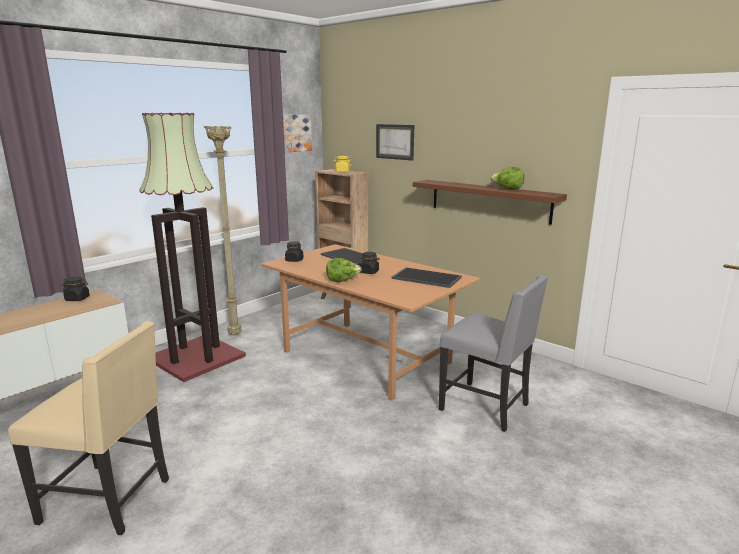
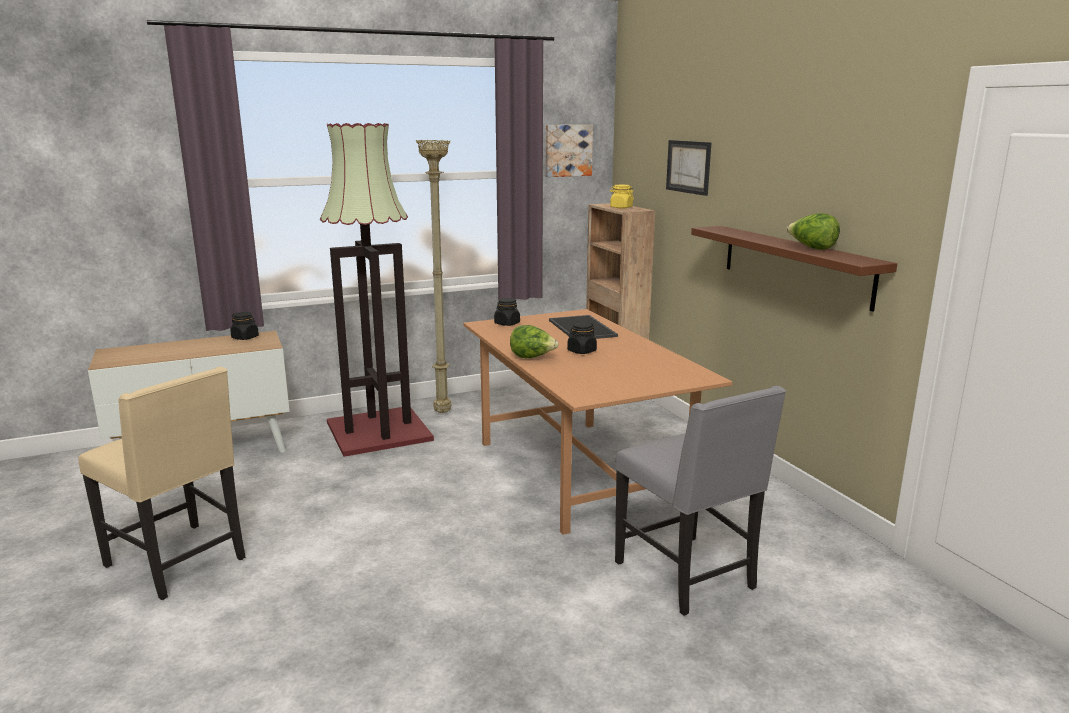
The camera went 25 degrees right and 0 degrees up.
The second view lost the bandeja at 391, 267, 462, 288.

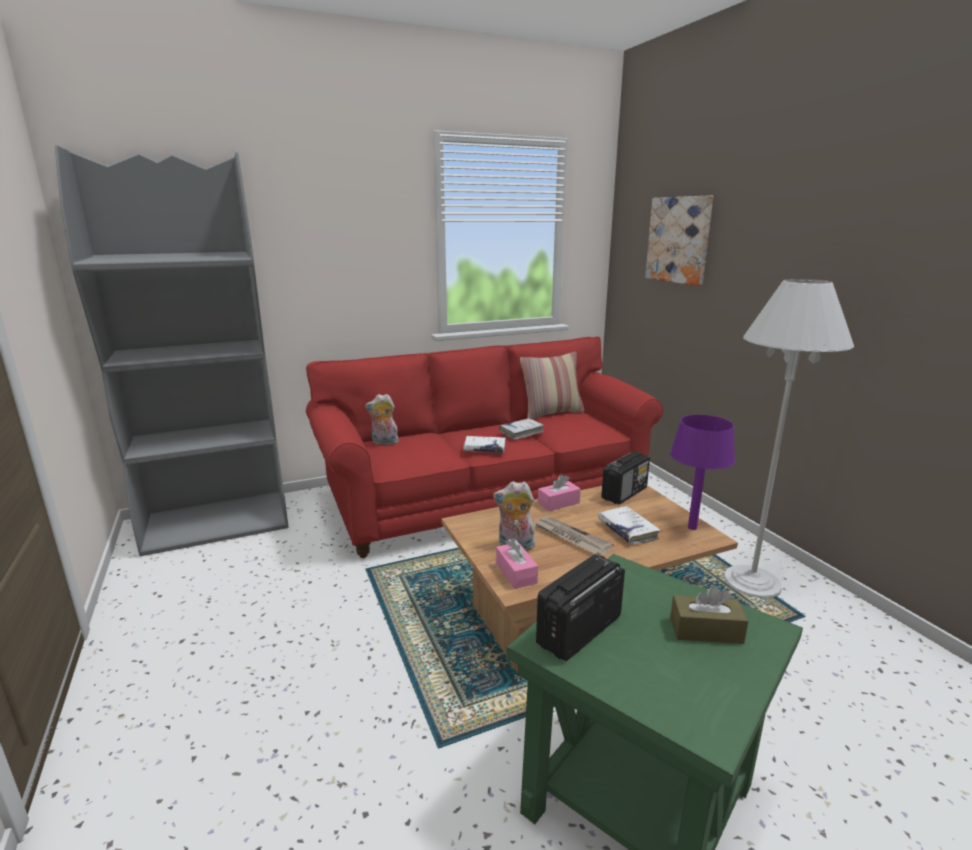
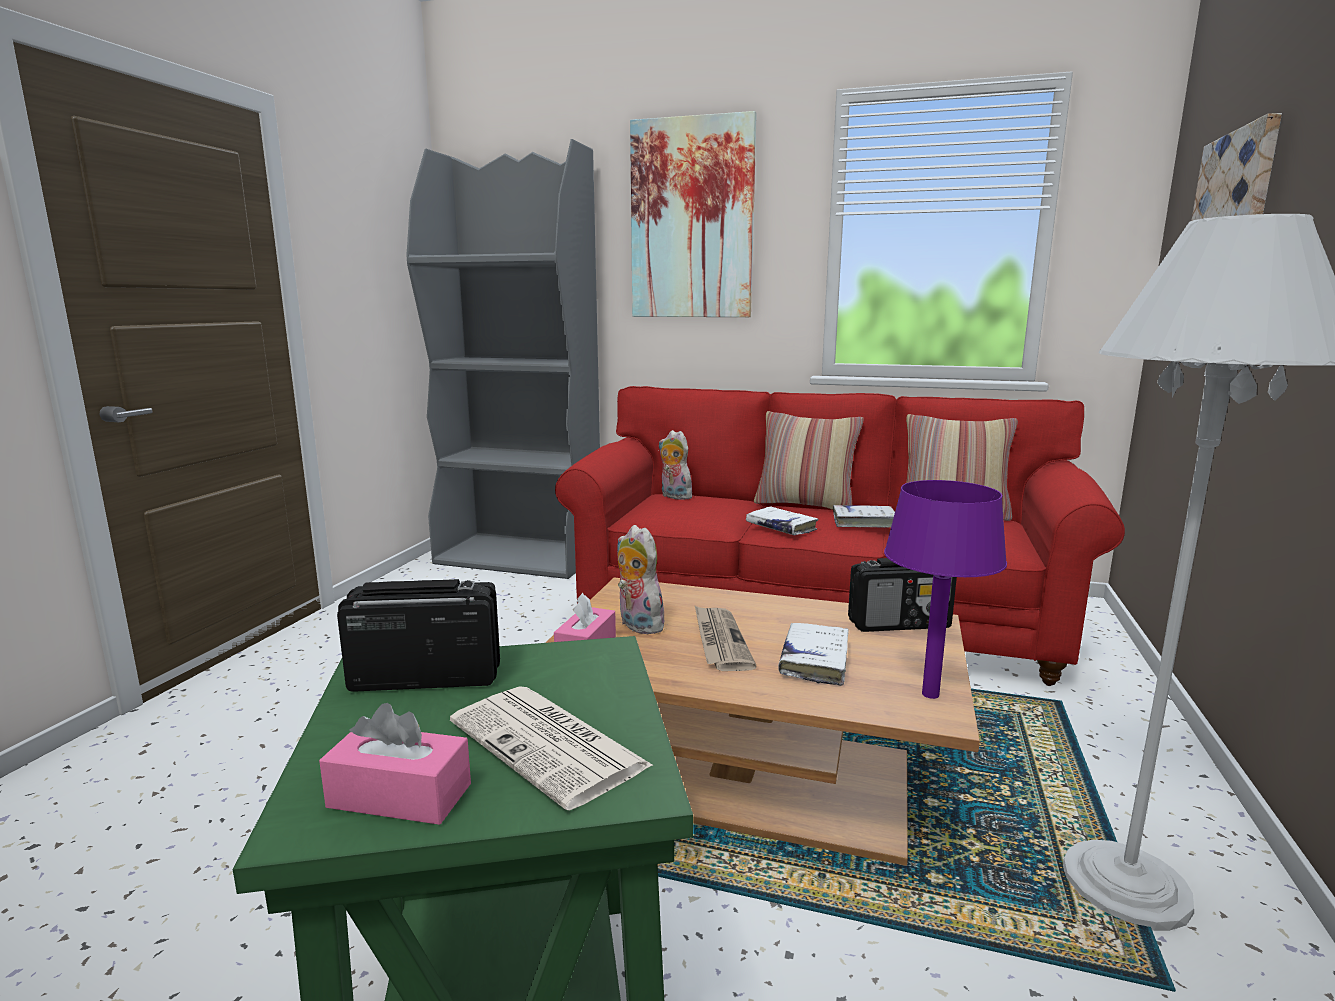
The camera went 40 degrees right and 5 degrees down.
The caja de pañuelos (rosa) ended up elsewhere, having gone from 538, 474, 581, 511 to 319, 703, 471, 825.
Where the caja de pañuelos (marrón) stood at 670, 586, 748, 644, the periódico came to stand at 450, 686, 654, 810.
The second view gained the cuadro at 630, 111, 757, 317.
The second view gained the cojín at 754, 411, 864, 510.

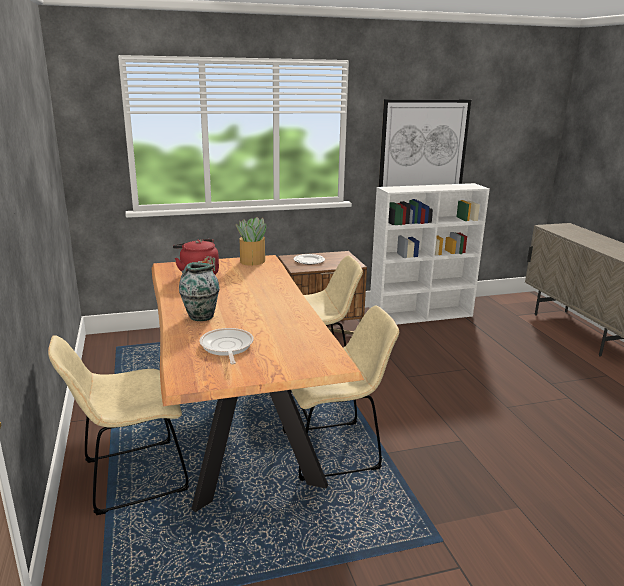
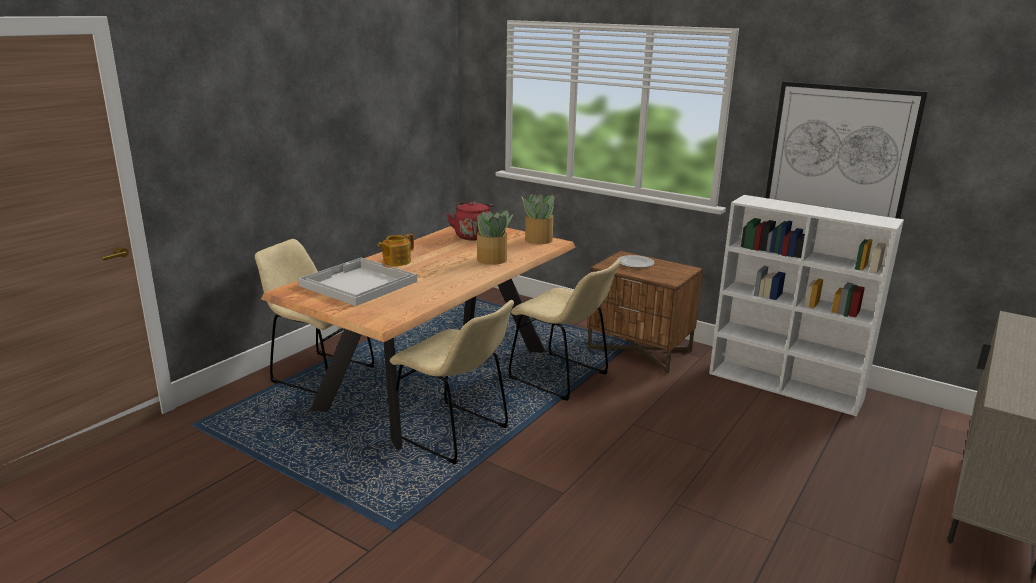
The camera went 50 degrees right and 0 degrees up.
Where the florero stood at 179, 262, 220, 321, the tetera came to stand at 377, 234, 414, 266.
Where the sartén stood at 200, 328, 254, 364, the bandeja (blanco) came to stand at 298, 258, 417, 306.
The second view gained the planta en maceta at 477, 210, 513, 265.

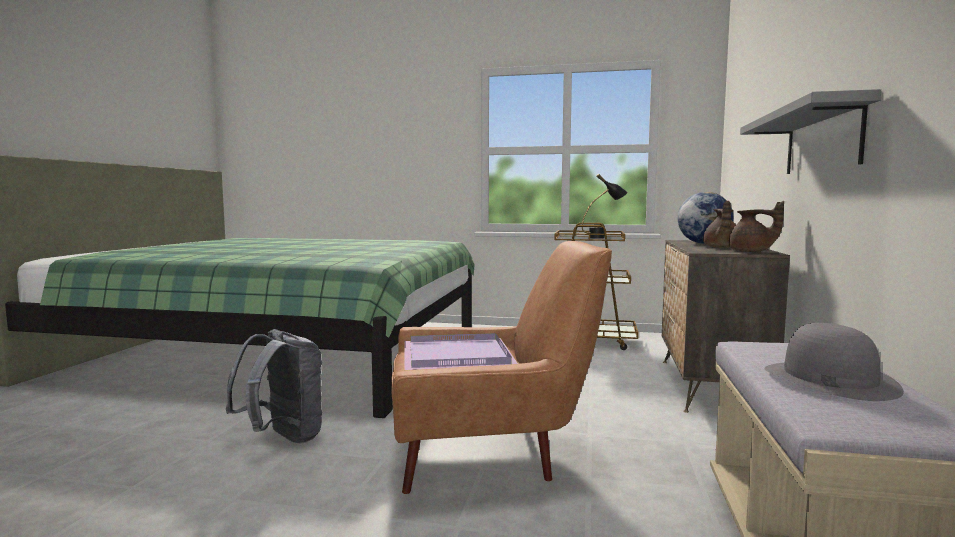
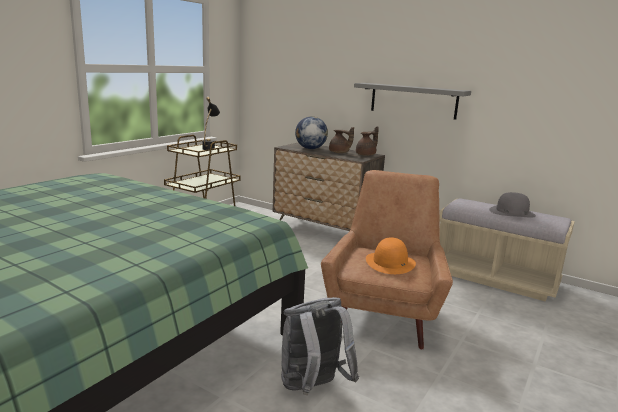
The camera went 70 degrees left and 10 degrees up.
Where the bandeja (morado) stood at 404, 333, 518, 370, the sombrero (naranja) came to stand at 366, 237, 416, 274.

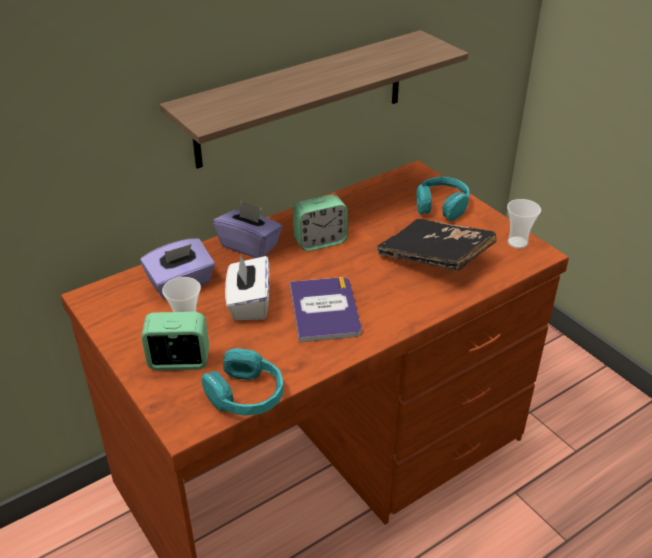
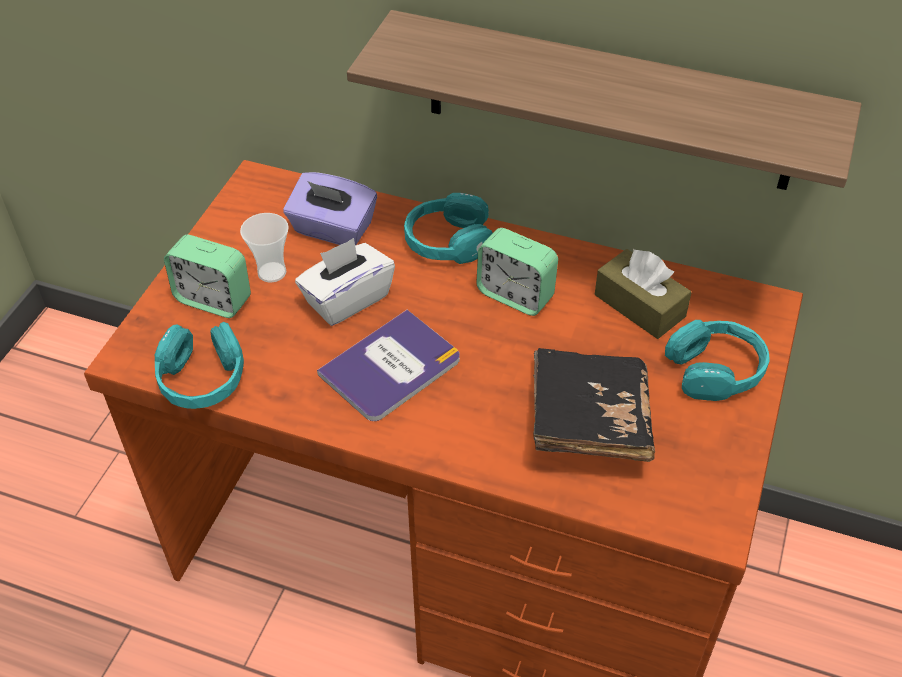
The camera went 55 degrees right and 10 degrees up.
The second view lost the taza at 507, 199, 541, 249.
Where the caja de pañuelos (morado) stood at 213, 200, 283, 258, the auriculares (turquesa) came to stand at 404, 193, 493, 264.
The despertador at 141, 312, 209, 370 ended up facing another way, 150 degrees clockwise from before.
The second view gained the caja de pañuelos (marrón) at 595, 249, 692, 339.

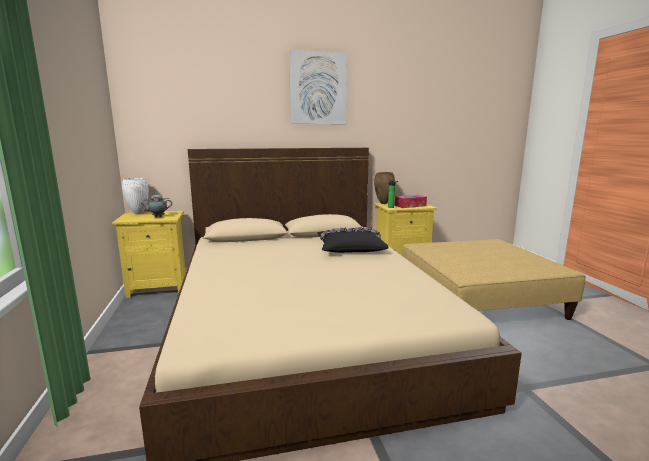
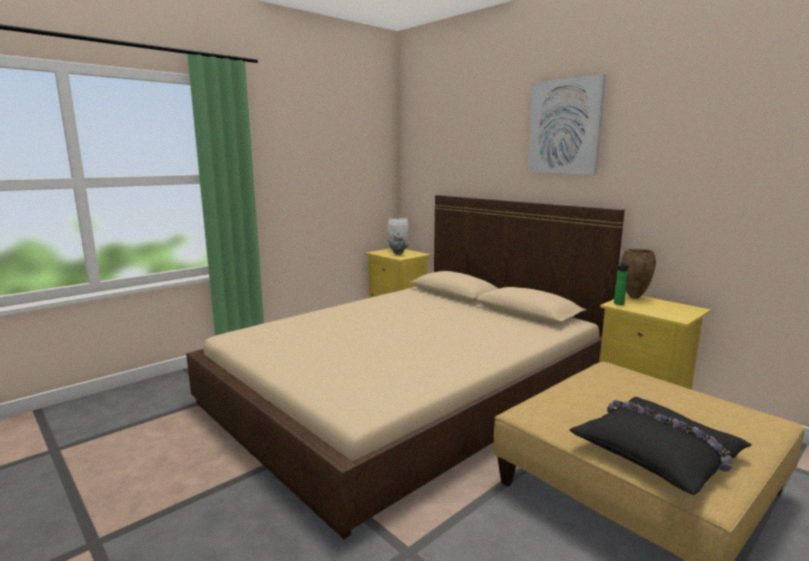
The camera went 60 degrees right and 0 degrees up.
The second view lost the caja de pañuelos at 395, 195, 427, 208.
The cojín (negro) ended up elsewhere, having gone from 318, 227, 389, 253 to 570, 397, 752, 495.

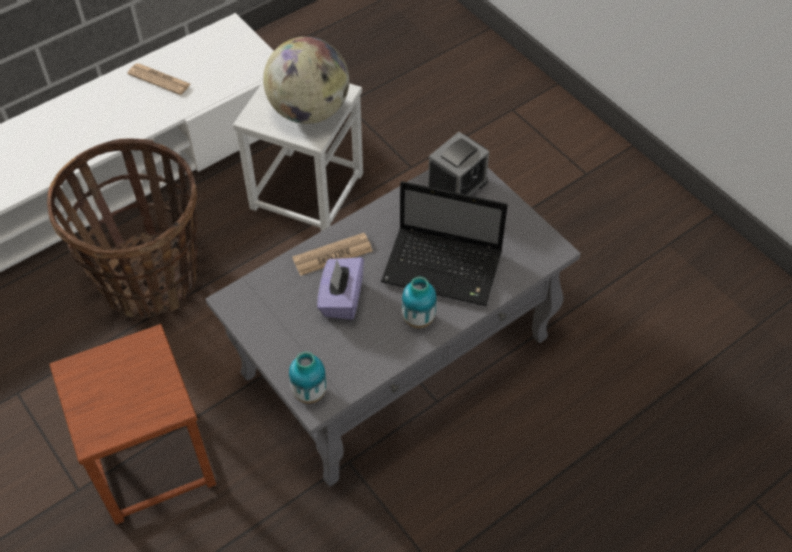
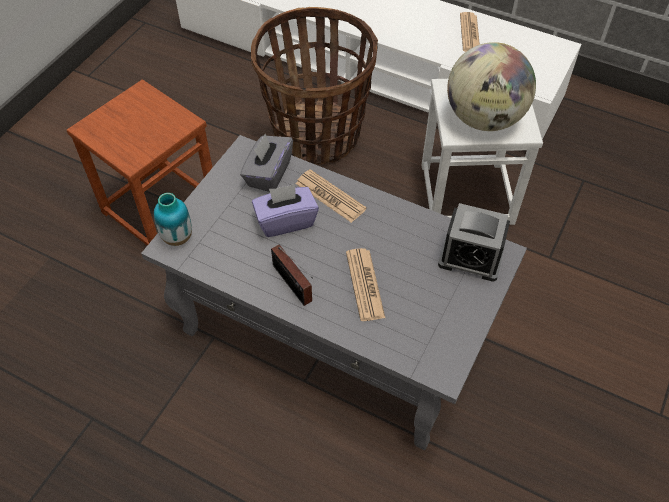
The camera went 65 degrees right and 0 degrees up.
Where the portátil stood at 381, 181, 508, 306, the periódico came to stand at 346, 248, 385, 321.
Where the florero stood at 402, 277, 437, 328, the radio came to stand at 271, 245, 313, 306.
The second view gained the caja de pañuelos (gris) at 240, 134, 293, 192.

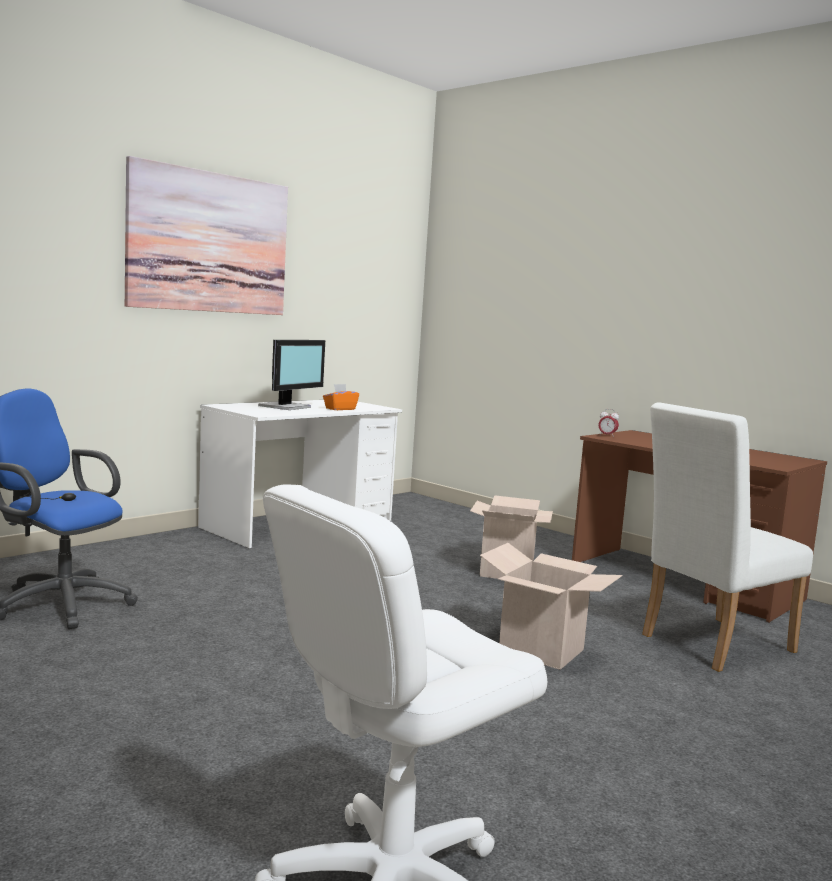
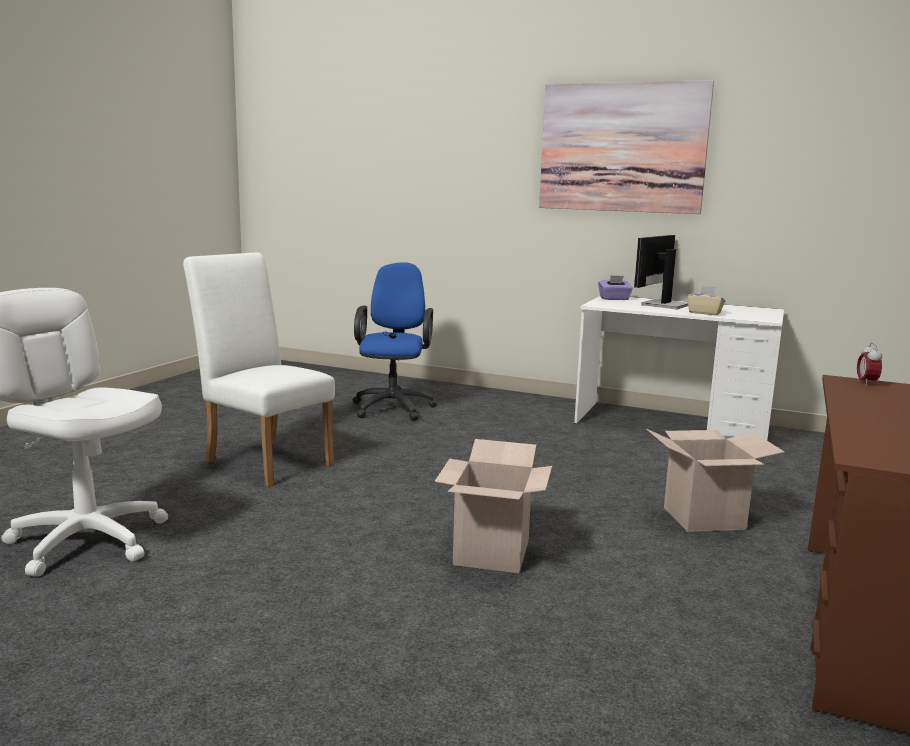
The camera went 70 degrees right and 5 degrees up.
The monitor at 258, 340, 325, 410 ended up facing another way, 120 degrees clockwise from before.
What was the caja de pañuelos (naranja) at 323, 384, 359, 410 turned into the caja de pañuelos (beis) at 687, 286, 725, 315.
The silla (blanco) ended up elsewhere, having gone from 642, 402, 813, 672 to 183, 252, 335, 487.
The second view gained the caja de pañuelos (morado) at 598, 275, 633, 300.

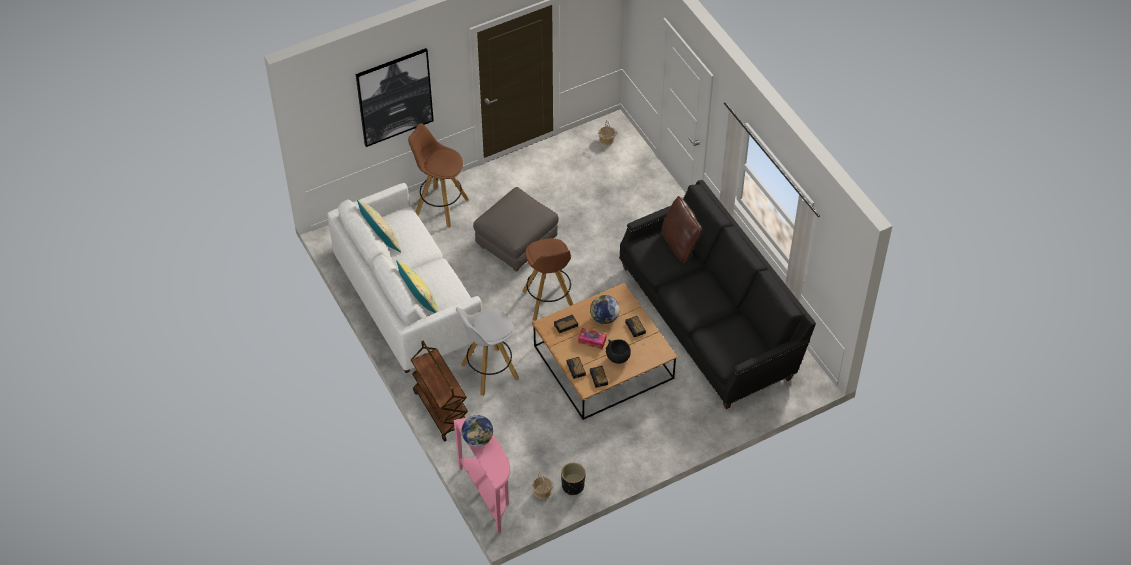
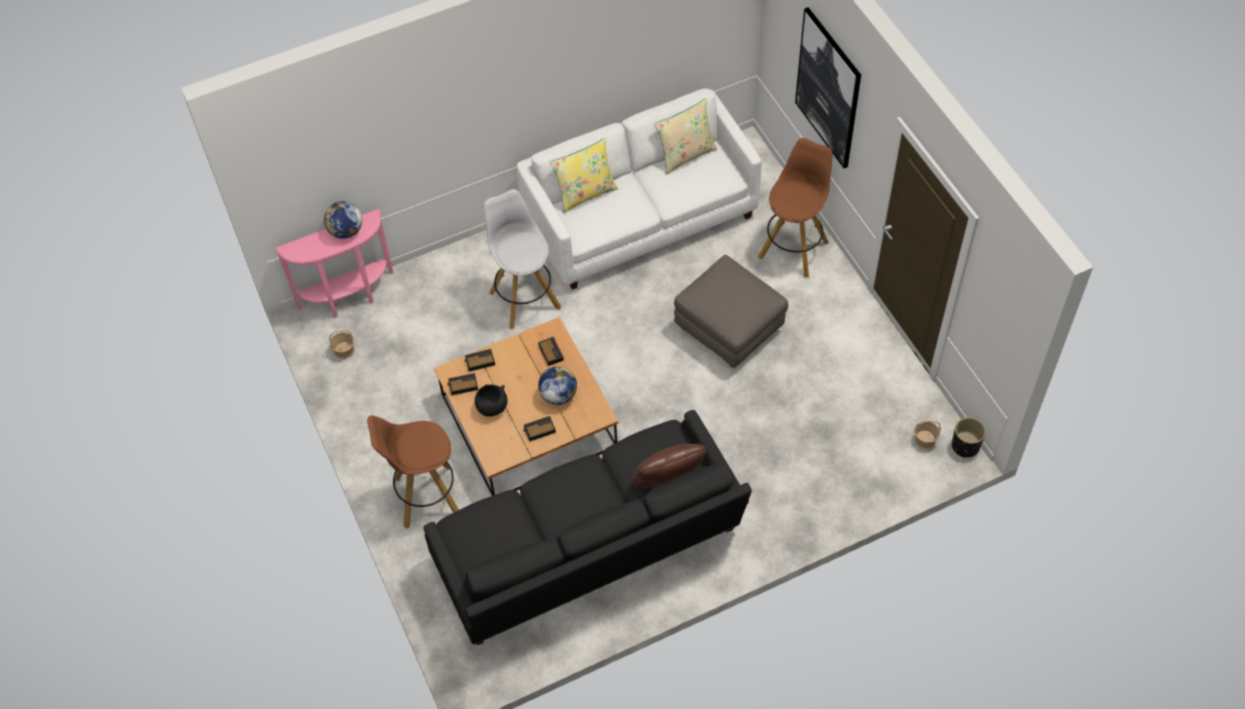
The camera went 95 degrees right and 5 degrees up.
The taburete (marrón) ended up elsewhere, having gone from 522, 238, 573, 321 to 367, 415, 459, 529.
The second view lost the caja de pañuelos at 578, 328, 606, 349.
The second view lost the carrito (marrón) at 411, 341, 468, 442.
The maceta (negro) ended up elsewhere, having gone from 561, 463, 585, 495 to 952, 417, 986, 458.

